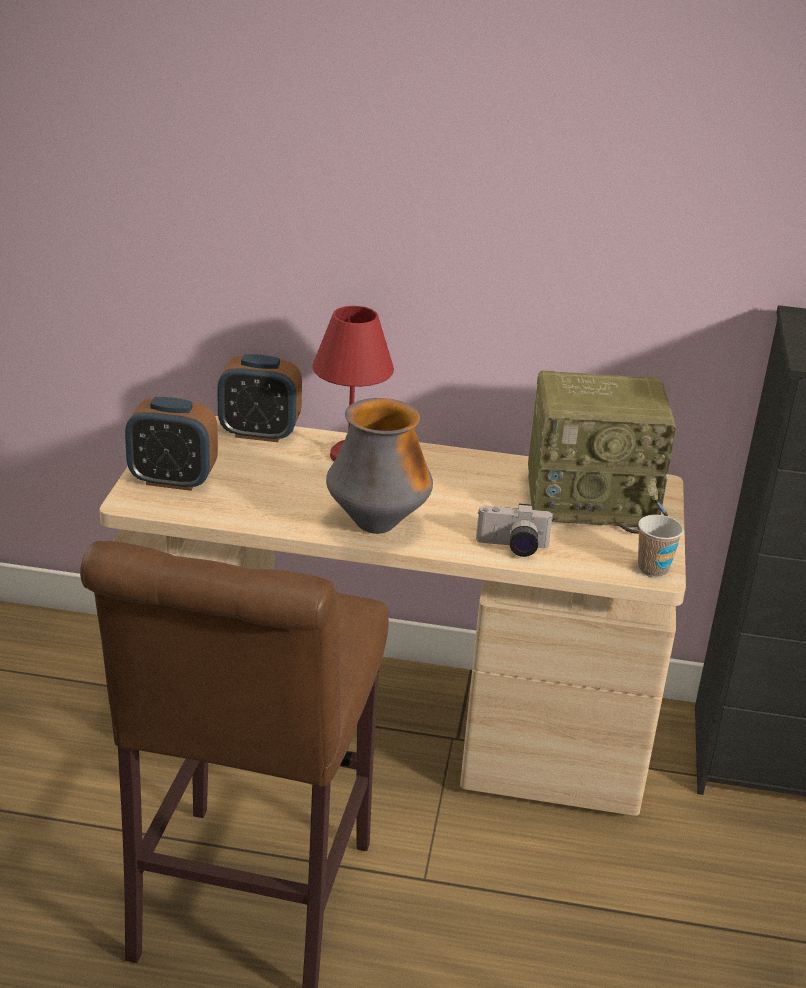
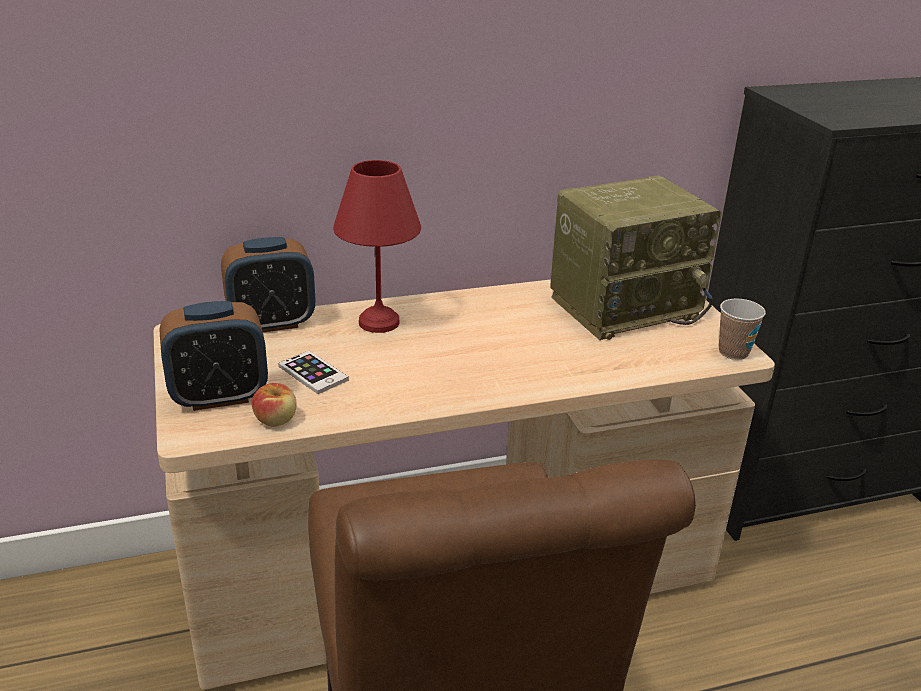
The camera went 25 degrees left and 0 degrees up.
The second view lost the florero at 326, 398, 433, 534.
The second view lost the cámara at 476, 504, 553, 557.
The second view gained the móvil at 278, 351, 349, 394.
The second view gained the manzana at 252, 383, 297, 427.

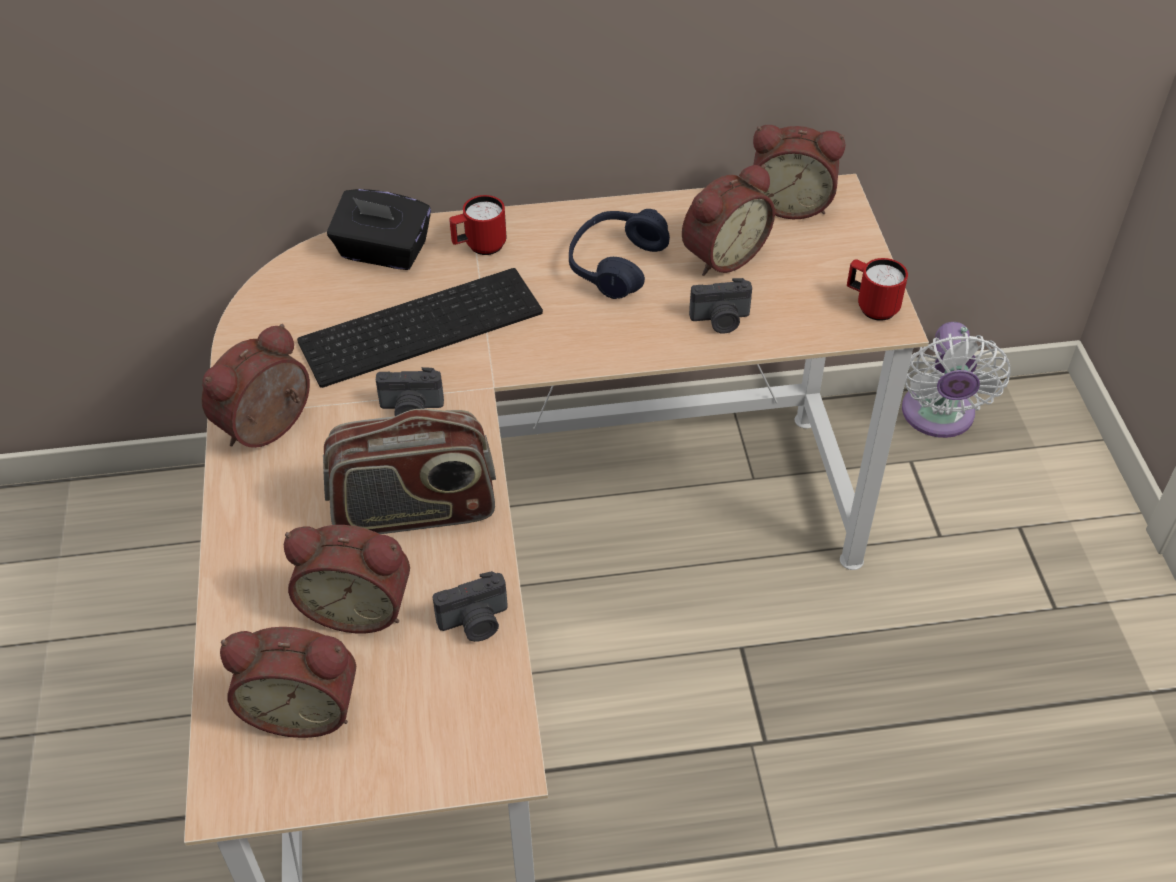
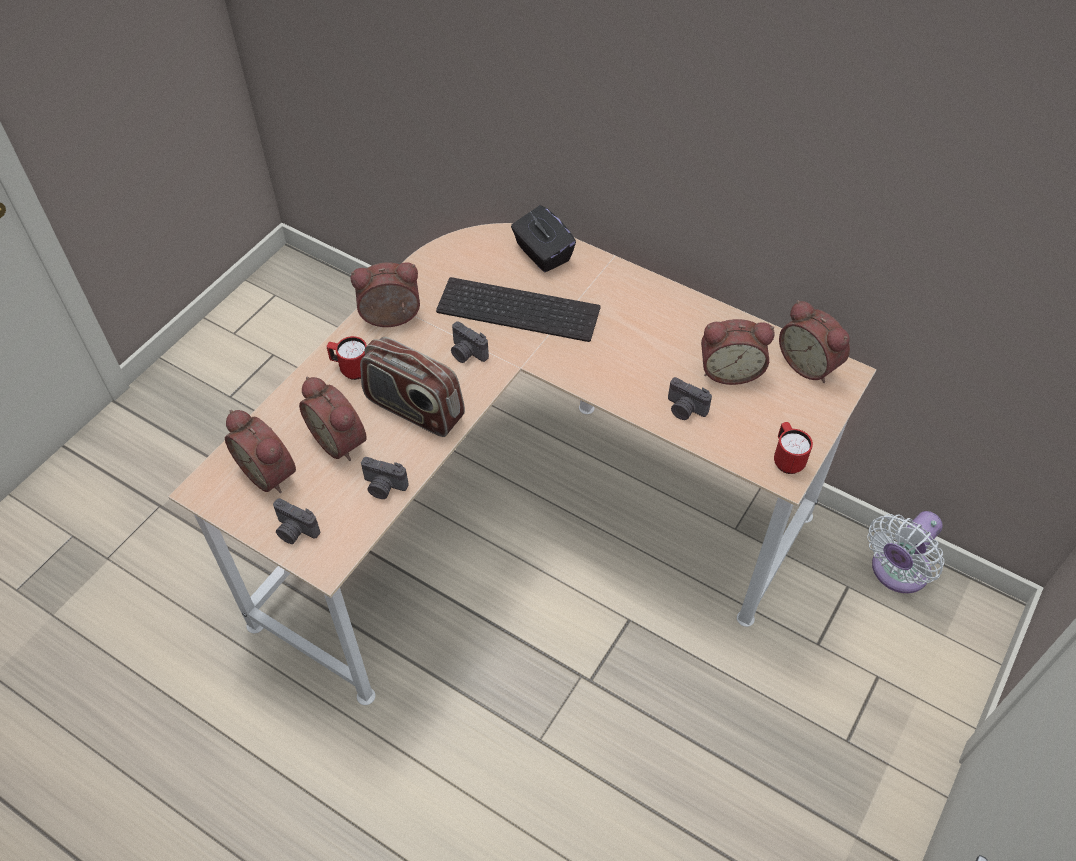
The camera went 40 degrees right and 5 degrees up.
The taza grande (rojo) ended up elsewhere, having gone from 449, 195, 507, 255 to 327, 336, 367, 380.
The second view lost the auriculares (azul) at 569, 209, 670, 299.
The second view gained the cámara at 273, 498, 320, 544.

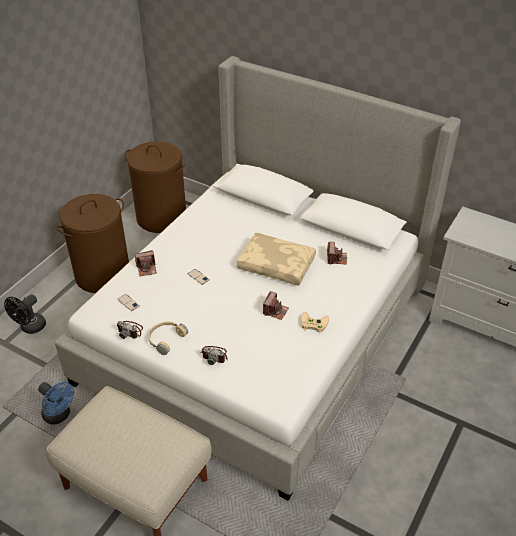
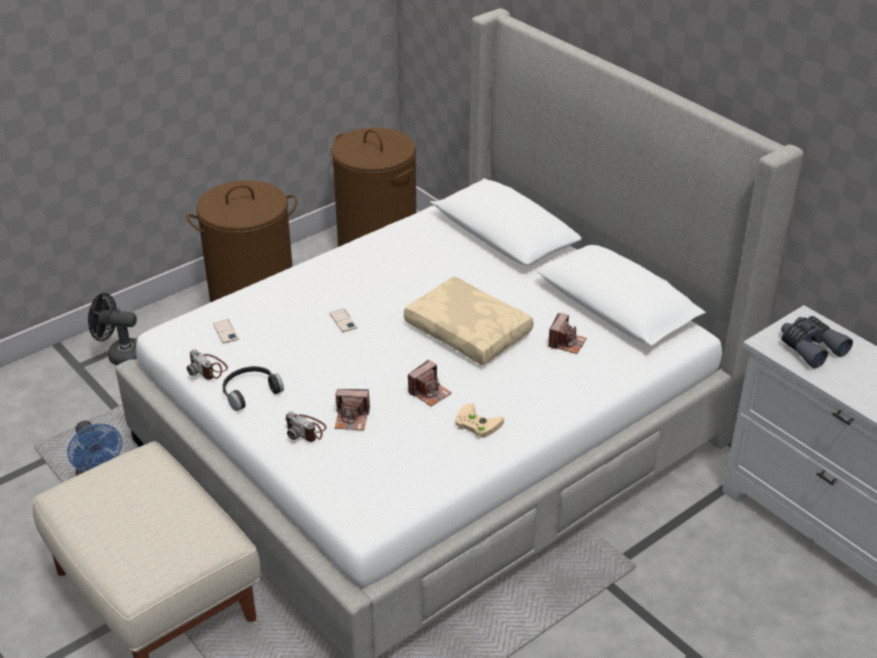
The camera went 20 degrees right and 5 degrees down.
The cámara ended up elsewhere, having gone from 135, 250, 157, 276 to 335, 389, 370, 431.
The ventilador (negro) at 4, 294, 46, 334 ended up facing another way, 45 degrees clockwise from before.
What was the auriculares (beis) at 148, 322, 188, 355 turned into the auriculares (negro) at 223, 366, 284, 411.
The second view gained the prismáticos (gris) at 781, 316, 853, 369.

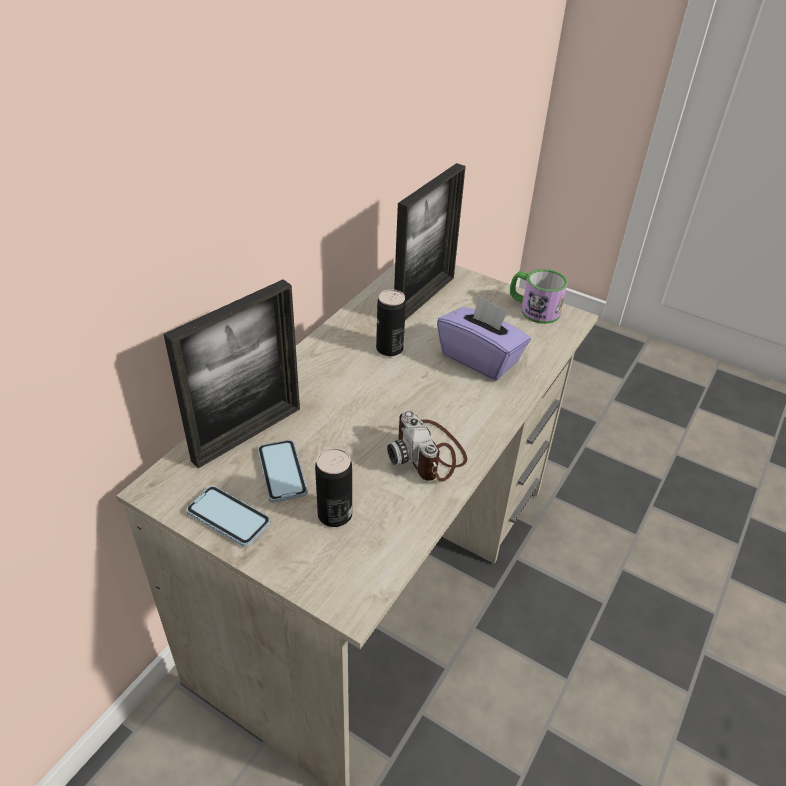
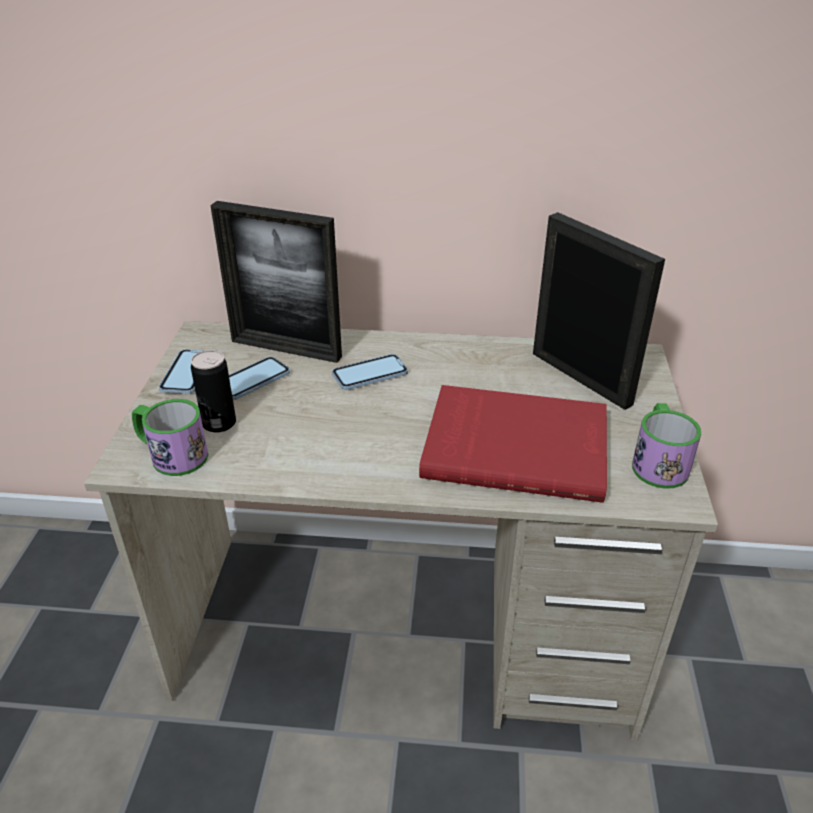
The camera went 65 degrees right and 5 degrees down.
The portarretratos at 394, 163, 466, 320 ended up facing another way, 135 degrees counterclockwise from before.
The second view lost the lata at 376, 289, 406, 356.
Where the caja de pañuelos (morado) stood at 437, 296, 531, 380, the libro (rojo) came to stand at 419, 385, 607, 503.
The second view lost the cámara at 387, 410, 467, 482.
The second view gained the móvil at 332, 354, 408, 390.
The second view gained the taza grande at 132, 399, 208, 476.

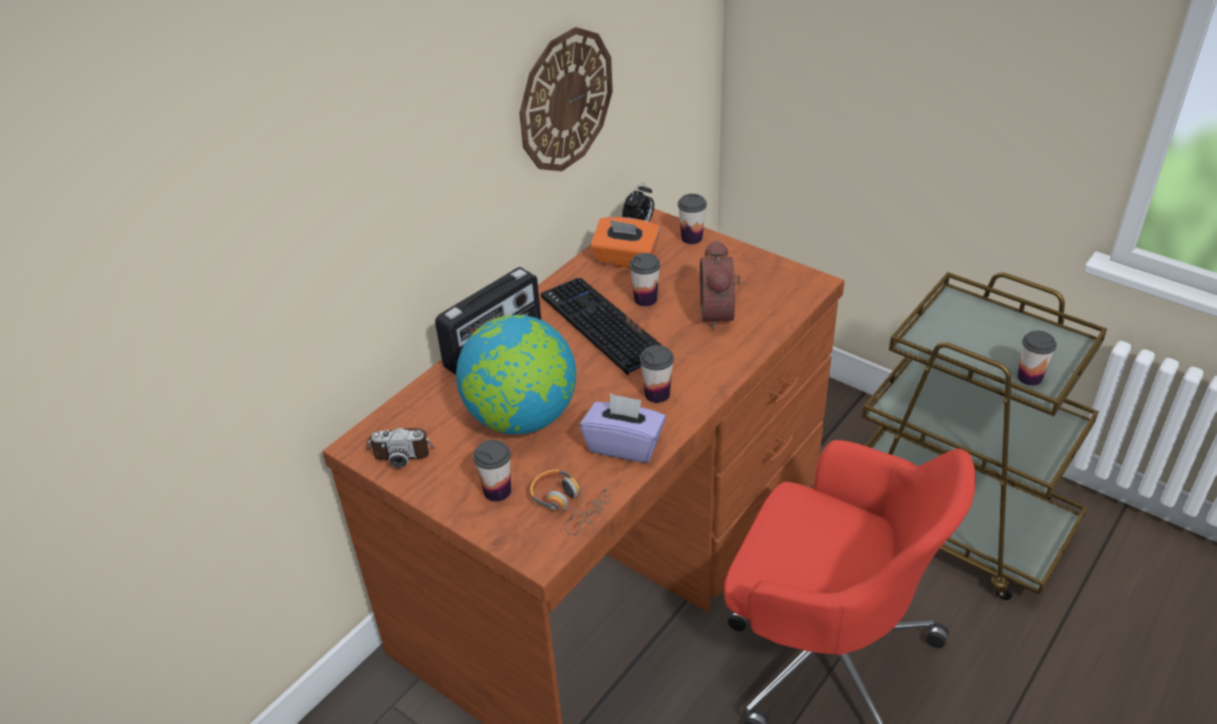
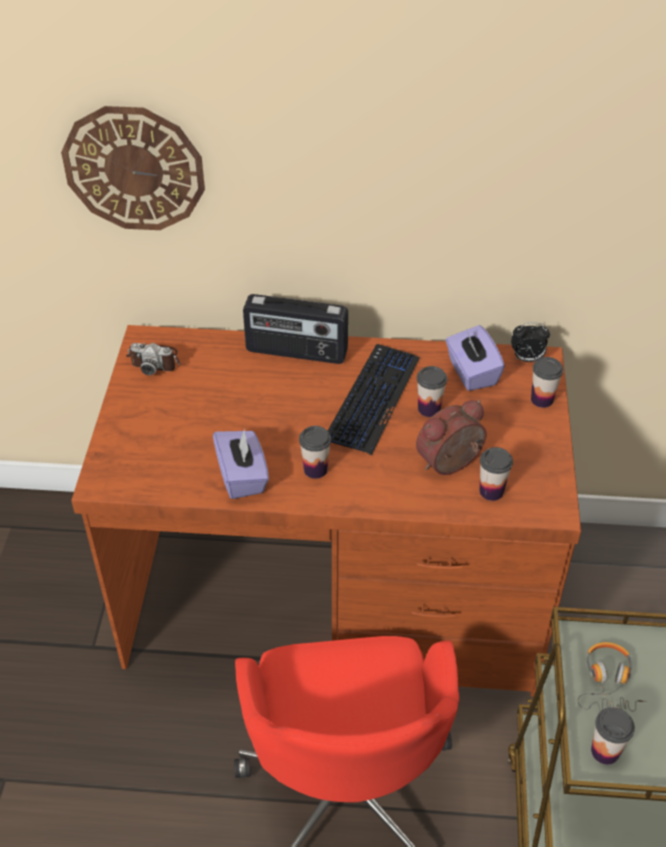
The camera went 55 degrees right and 5 degrees up.
The reloj de pared ended up elsewhere, having gone from 519, 27, 613, 171 to 61, 106, 205, 230.
What was the caja de pañuelos (naranja) at 591, 217, 660, 268 turned into the caja de pañuelos (morado) at 446, 325, 505, 391.
The second view lost the globo terráqueo at 456, 315, 576, 434.
The cámara at 366, 428, 435, 468 ended up facing another way, 45 degrees counterclockwise from before.
The taza ended up elsewhere, having gone from 473, 440, 511, 502 to 480, 447, 513, 501.
The auriculares ended up elsewhere, having gone from 530, 469, 610, 535 to 578, 642, 647, 711.

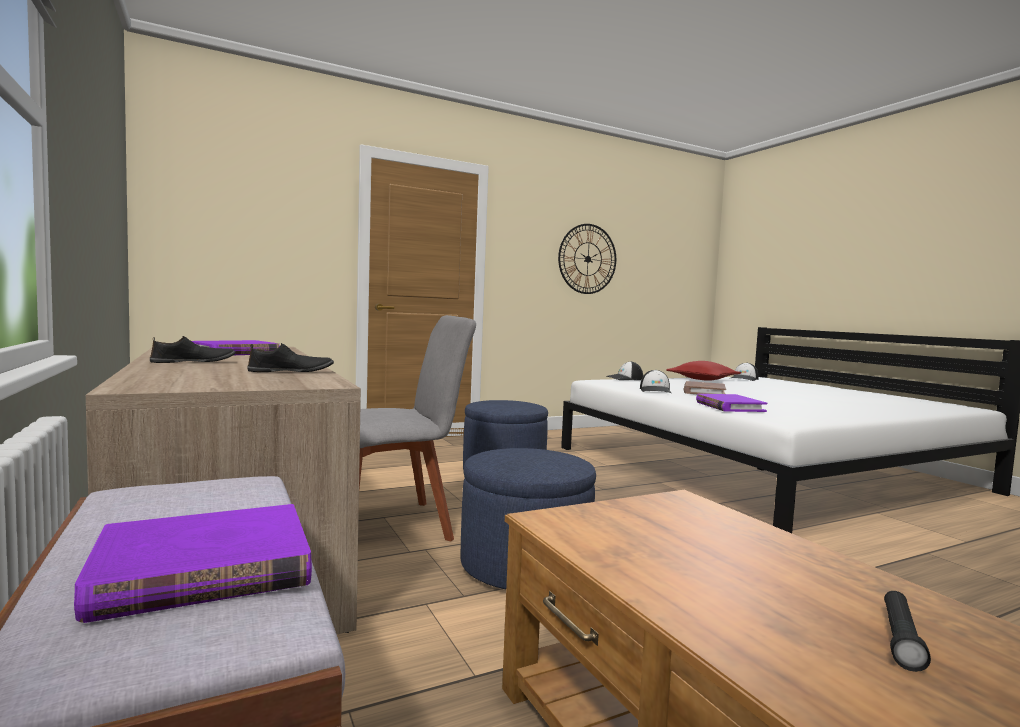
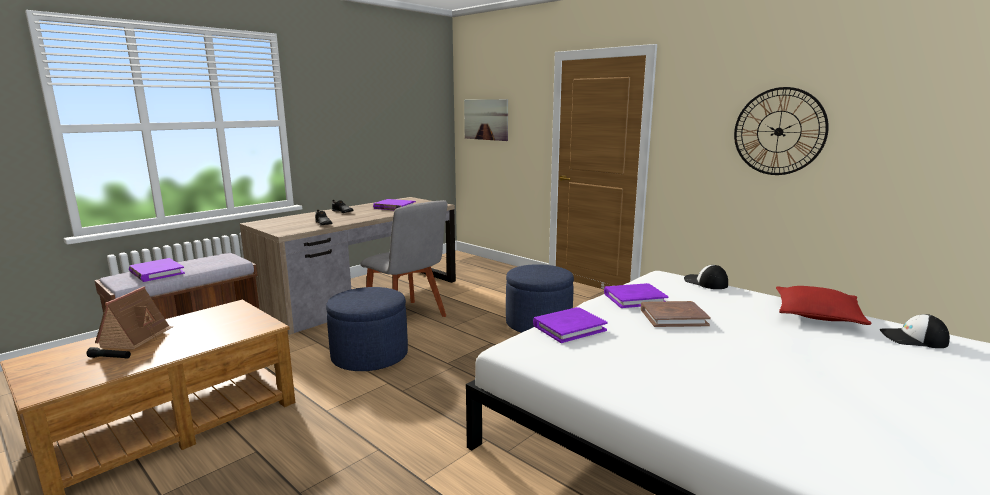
The camera went 70 degrees right and 10 degrees up.
Where the gorra stood at 640, 370, 671, 393, the libro (morado) came to stand at 604, 283, 669, 308.
The second view gained the cuadro at 464, 99, 508, 141.
The second view gained the casita at 95, 286, 173, 350.

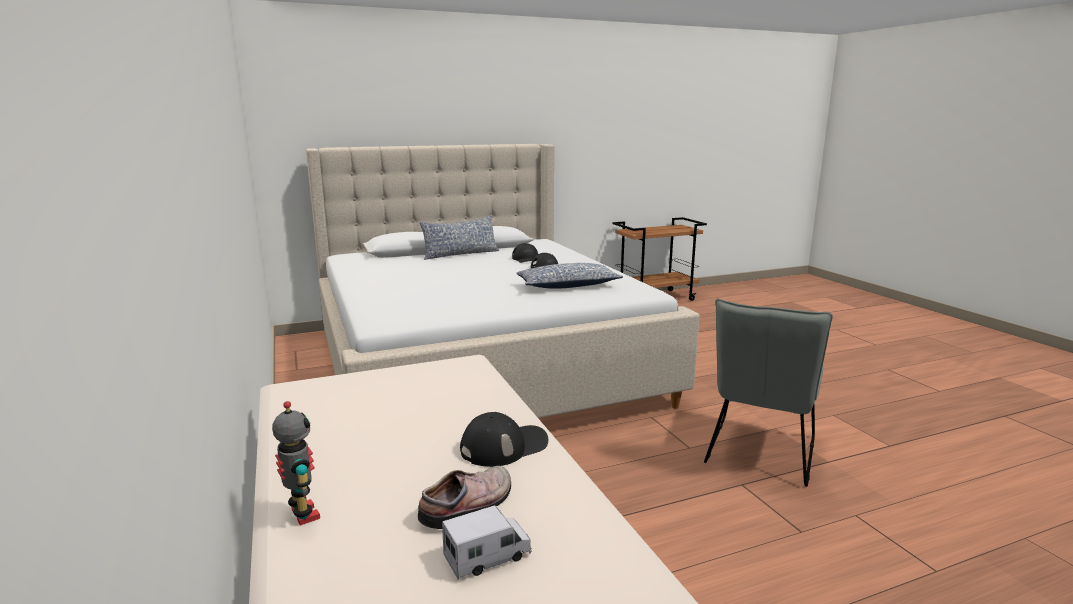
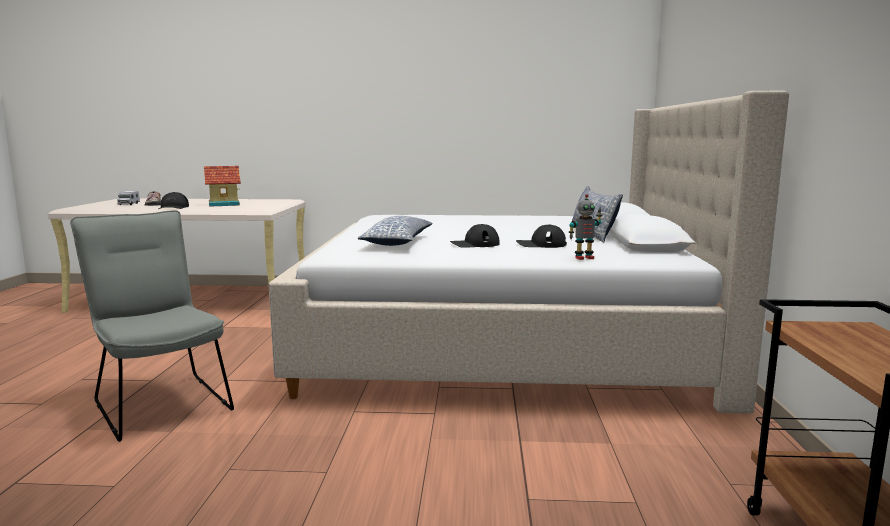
The camera went 115 degrees right and 5 degrees down.
The robot de juguete ended up elsewhere, having gone from 272, 401, 320, 526 to 569, 194, 602, 260.
The second view gained the casita at 204, 166, 241, 207.

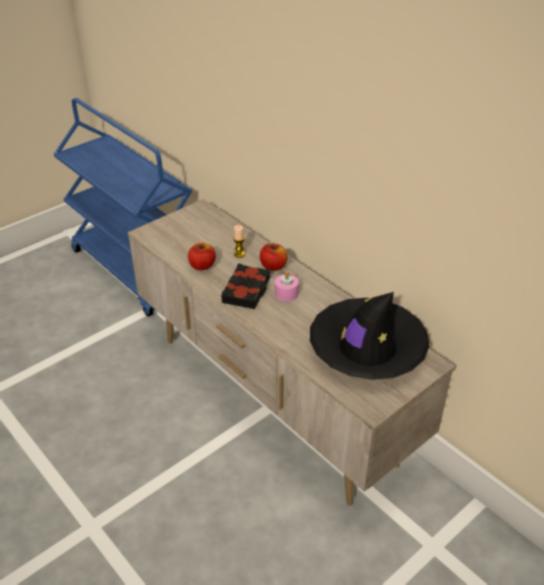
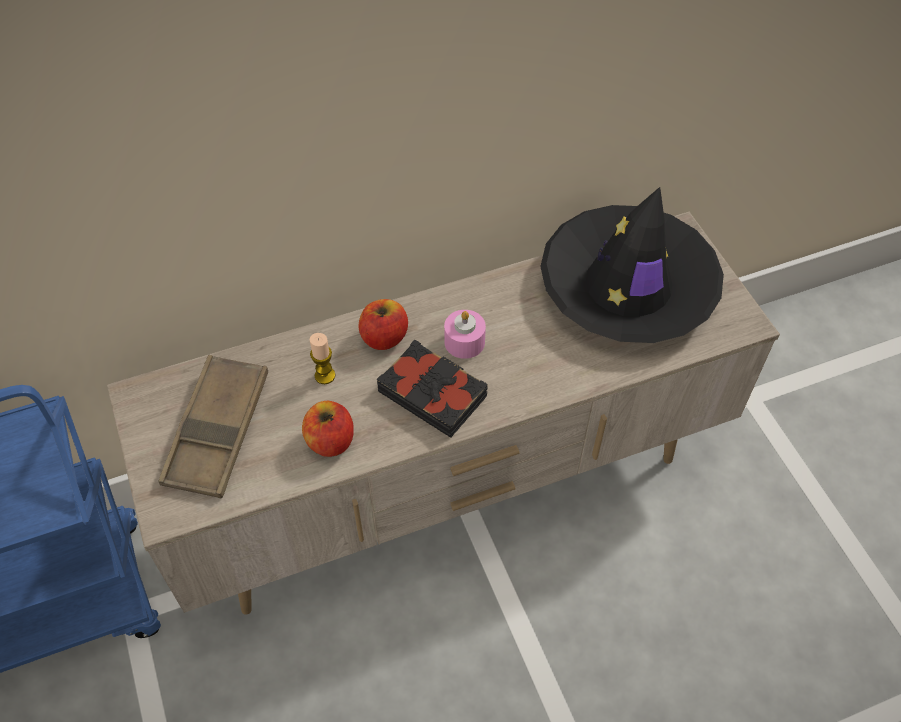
The camera went 70 degrees left and 15 degrees up.
The second view gained the bandeja (marrón) at 158, 355, 268, 498.

